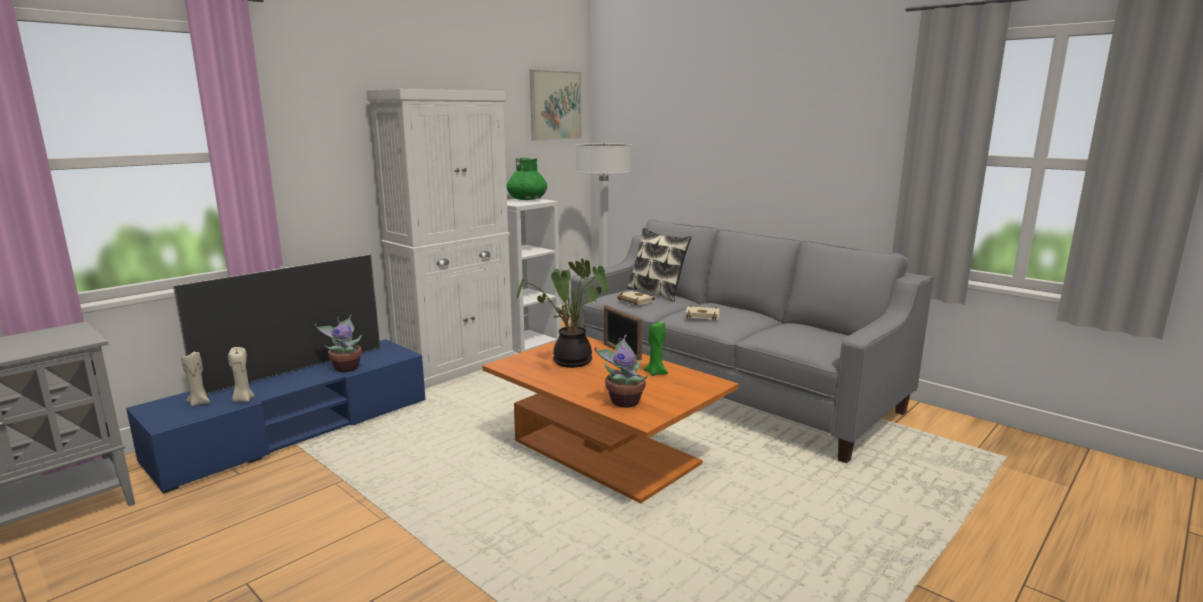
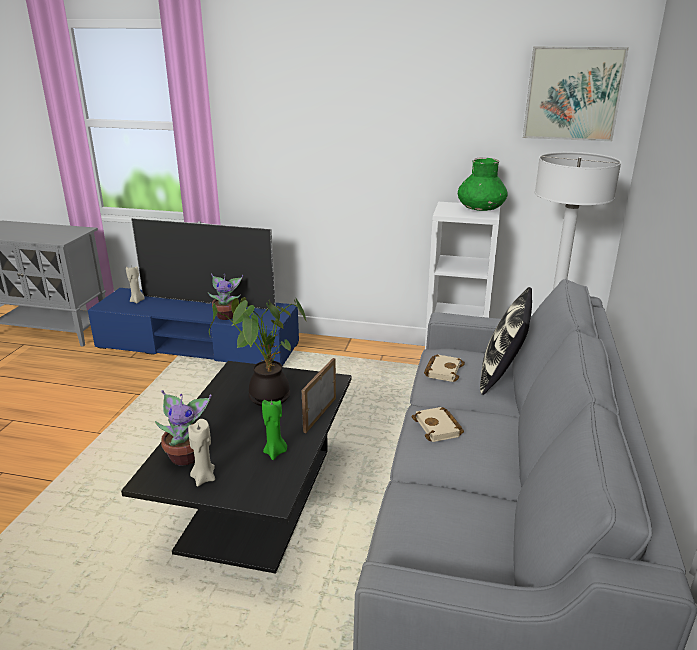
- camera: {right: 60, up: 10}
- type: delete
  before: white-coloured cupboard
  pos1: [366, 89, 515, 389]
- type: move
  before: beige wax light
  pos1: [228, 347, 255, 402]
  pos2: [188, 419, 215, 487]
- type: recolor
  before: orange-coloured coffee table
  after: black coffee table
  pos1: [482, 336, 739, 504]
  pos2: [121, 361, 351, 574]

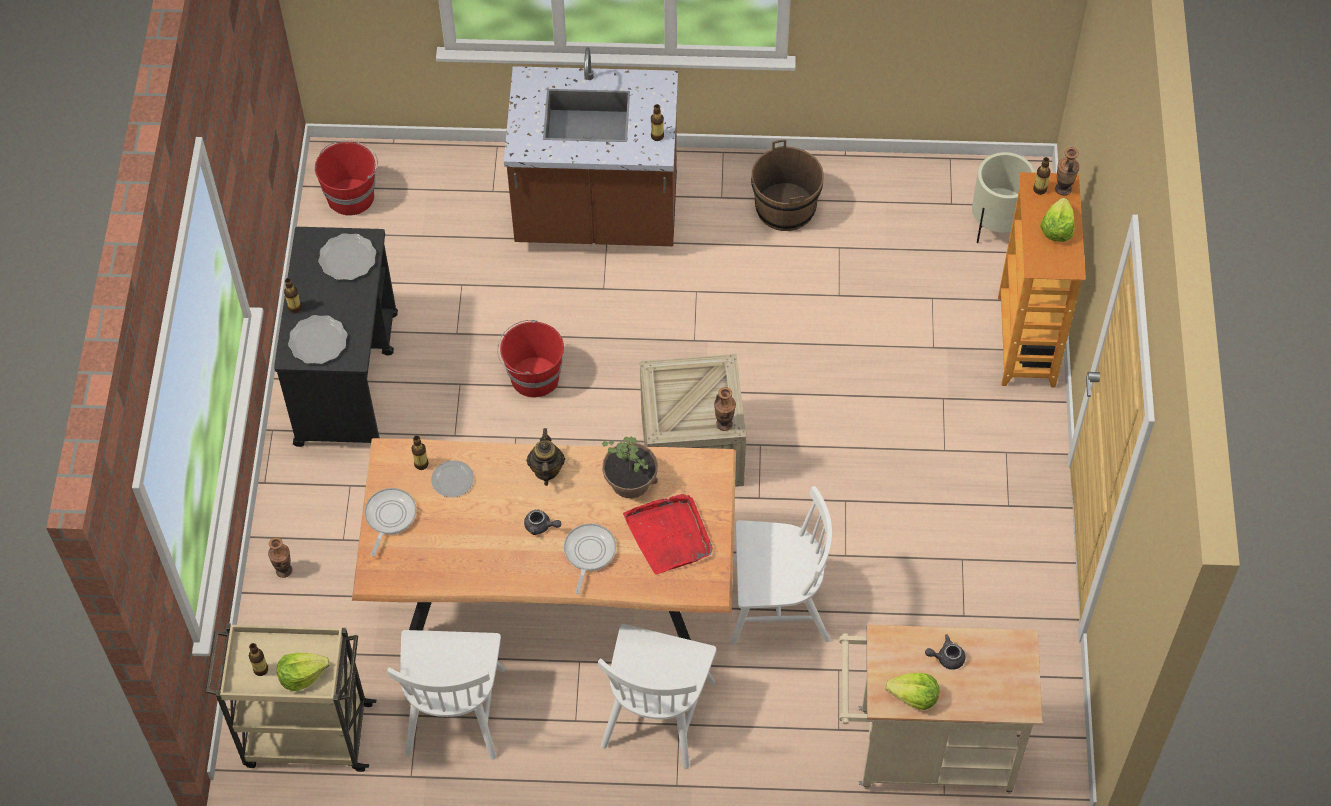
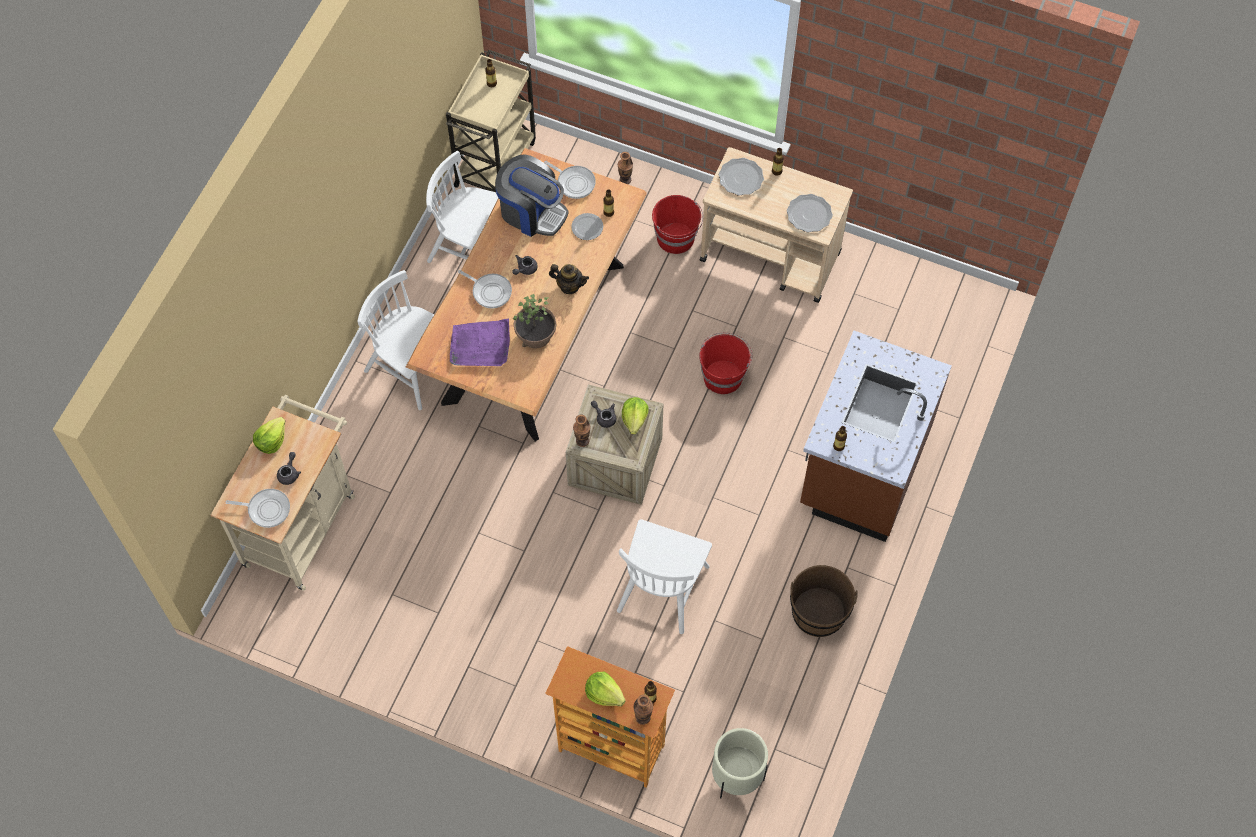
- camera: {right: 110, up: 5}
- type: insert
  after: frying pan
  pos2: [225, 489, 290, 528]
- type: insert
  after: coffee maker
  pos2: [495, 154, 569, 237]
- type: insert
  after: grey pot for tea
  pos2: [591, 401, 616, 428]
- type: move
  before: head of lettuce
  pos1: [277, 653, 330, 691]
  pos2: [622, 397, 649, 434]
- type: move
  before: reddish bucket
  pos1: [315, 140, 378, 216]
  pos2: [652, 195, 703, 254]
- type: move
  before: white-coloured upright chair
  pos1: [731, 486, 832, 645]
  pos2: [617, 519, 712, 634]
- type: recolor
  before: black trolley
  after: beige trolley
  pos1: [274, 227, 398, 447]
  pos2: [700, 147, 853, 303]
- type: recolor
  before: reddish tray
  after: purple-coloured tray
  pos1: [623, 494, 713, 575]
  pos2: [450, 318, 510, 366]

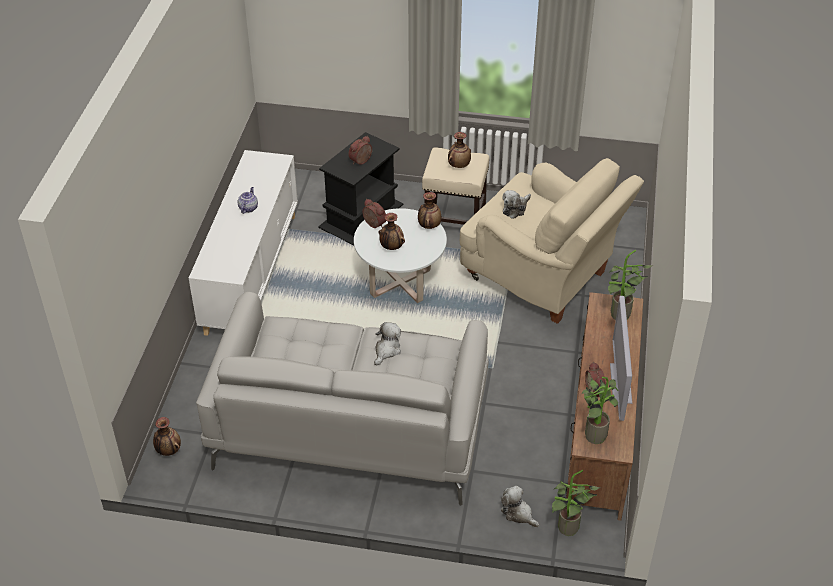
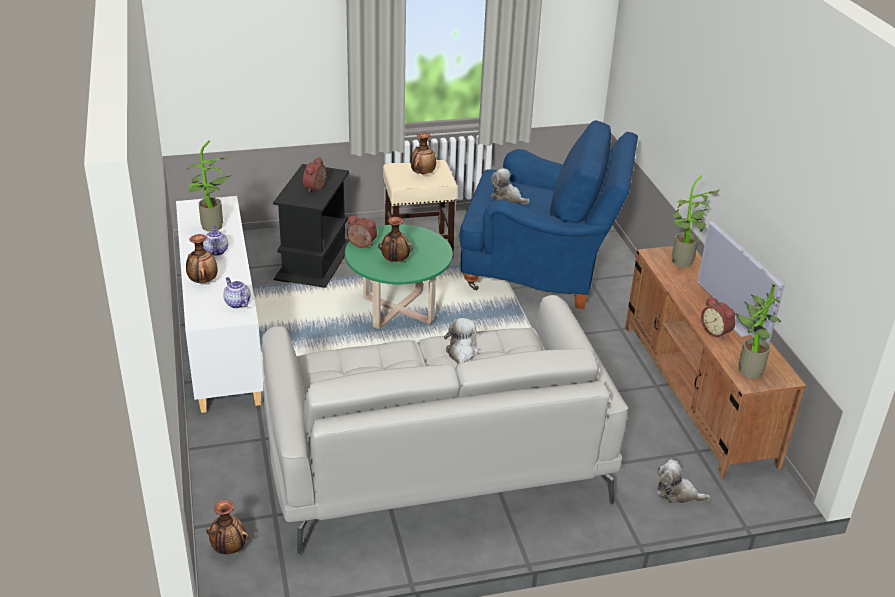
- camera: {right: -25, up: -10}
- type: insert
  after: pot for tea
  pos2: [223, 277, 251, 308]
- type: move
  before: decorative vase
  pos1: [418, 192, 441, 229]
  pos2: [186, 234, 218, 283]
- type: move
  before: plant in a pot
  pos1: [552, 470, 601, 536]
  pos2: [187, 140, 232, 232]
- type: recolor
  before: white-coloured coffee table
  after: green-coloured coffee table
  pos1: [354, 208, 447, 303]
  pos2: [345, 224, 453, 330]
- type: recolor
  before: beige easy chair
  after: bluish easy chair
  pos1: [460, 158, 644, 324]
  pos2: [460, 120, 638, 309]
- type: rotate
  before: plush toy
  pos1: [502, 190, 531, 219]
  pos2: [490, 168, 530, 204]
  turn: 105

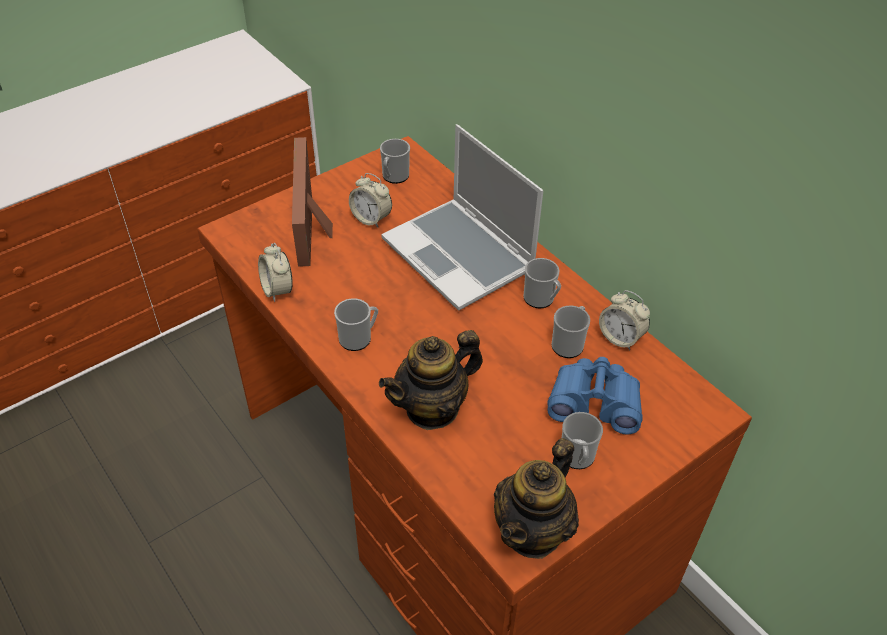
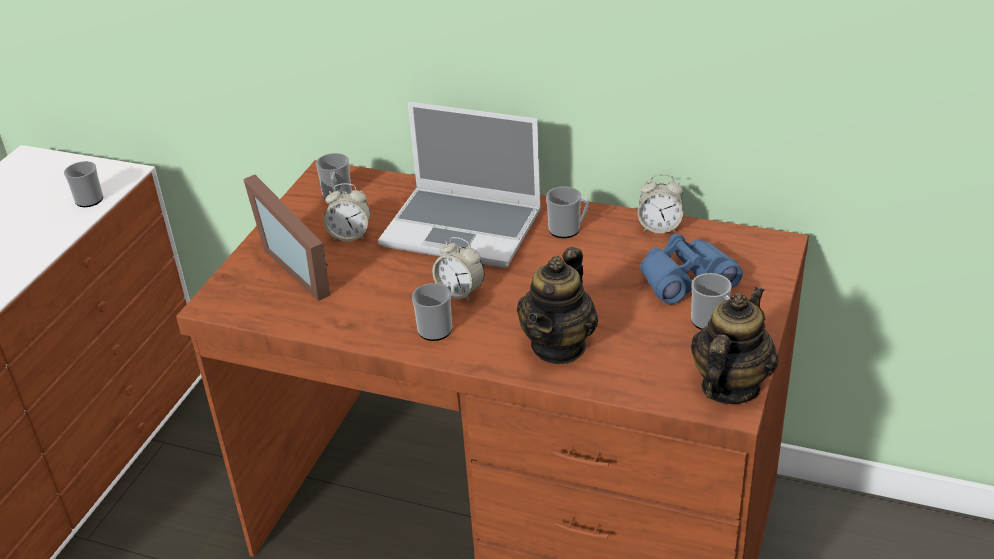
- camera: {right: -30, up: -10}
- type: move
  before: bedside clock
  pos1: [258, 243, 293, 302]
  pos2: [432, 237, 485, 302]
- type: move
  before: mug
  pos1: [552, 306, 590, 358]
  pos2: [64, 161, 103, 207]
- type: rotate
  before: pot for tea
  pos1: [494, 438, 579, 559]
  pos2: [691, 286, 778, 404]
  turn: -150

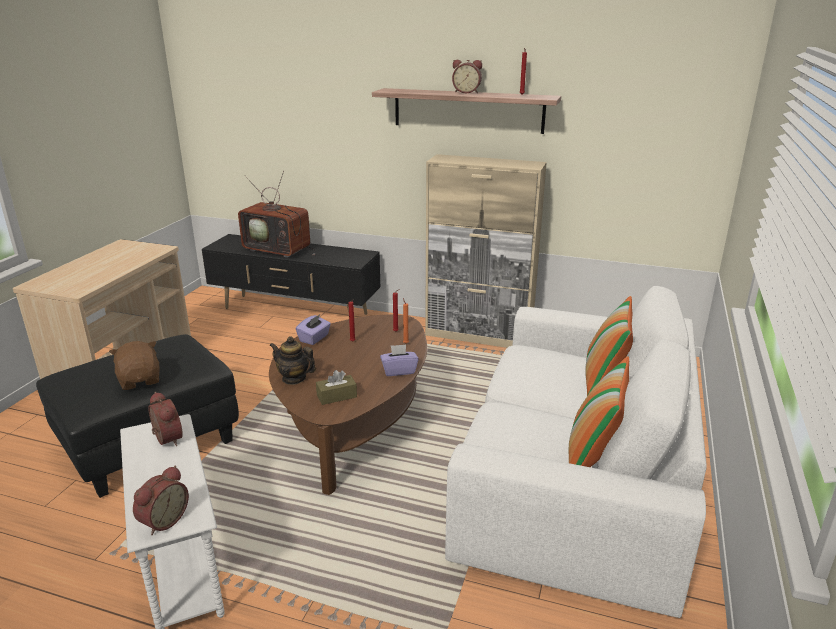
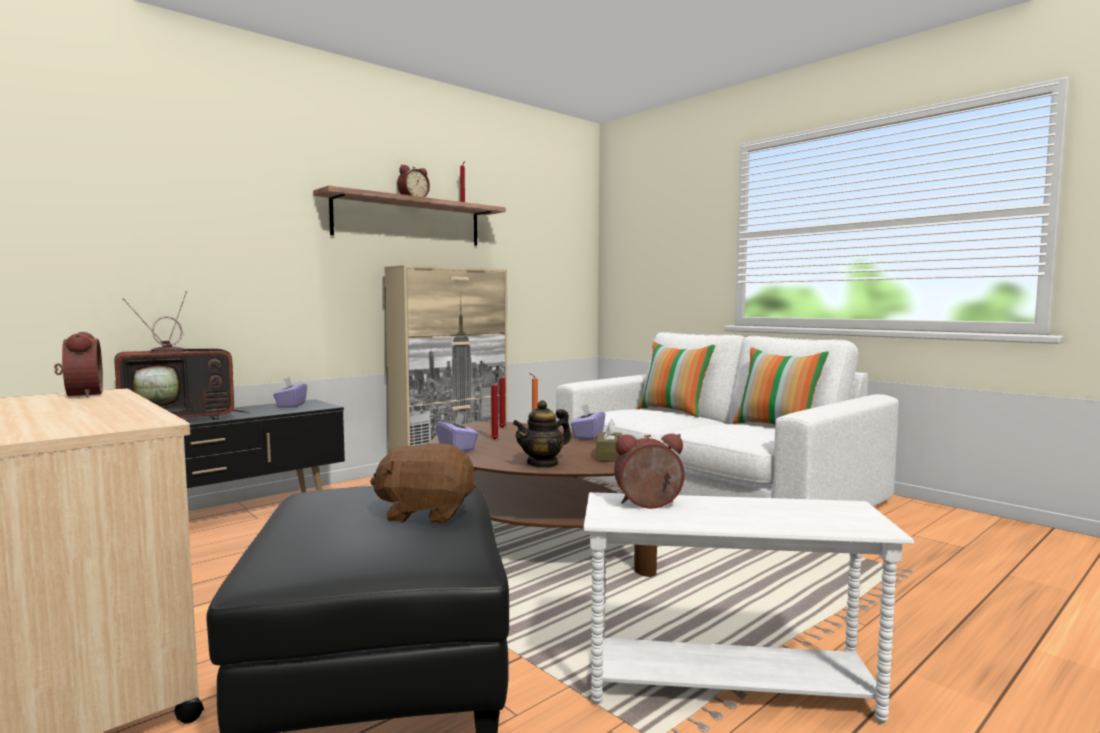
- camera: {right: -60, up: -20}
- type: insert
  after: purple-coloured tissue box
  pos2: [273, 377, 307, 408]
- type: move
  before: bedside clock
  pos1: [133, 466, 189, 535]
  pos2: [54, 332, 103, 398]

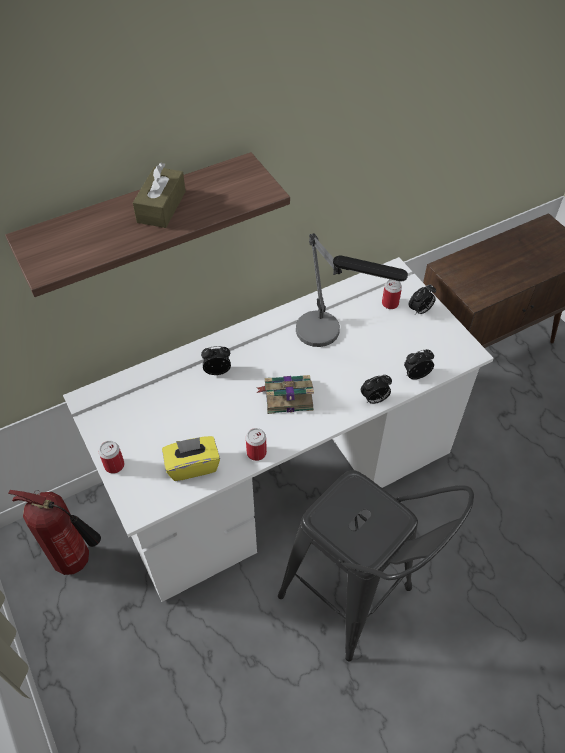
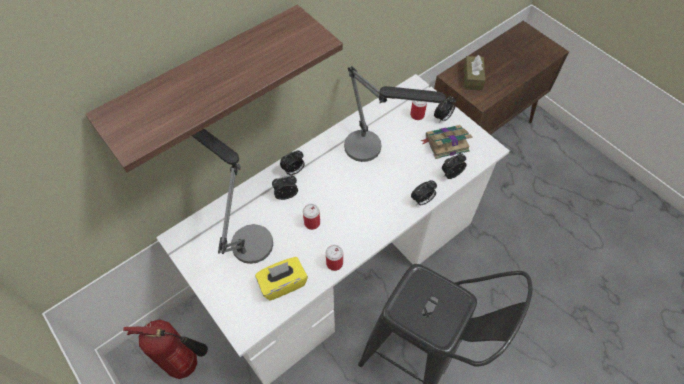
- camera: {right: -10, up: 5}
- type: insert
  after: table lamp
  pos2: [192, 129, 273, 264]
- type: insert
  after: bedside clock
  pos2: [280, 150, 305, 175]
- type: move
  before: metal can
  pos1: [99, 441, 124, 474]
  pos2: [303, 204, 320, 230]
- type: move
  before: brown-coloured tissue box
  pos1: [133, 162, 186, 228]
  pos2: [464, 55, 485, 90]
- type: move
  before: book
  pos1: [256, 375, 314, 414]
  pos2: [421, 125, 472, 159]

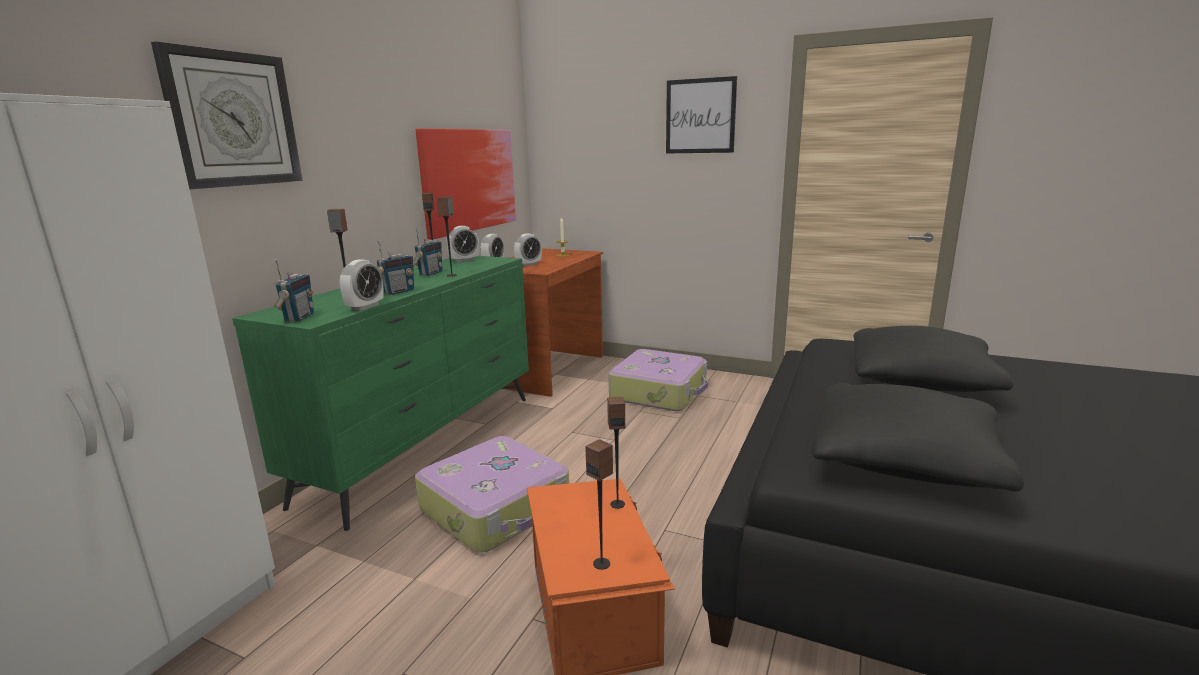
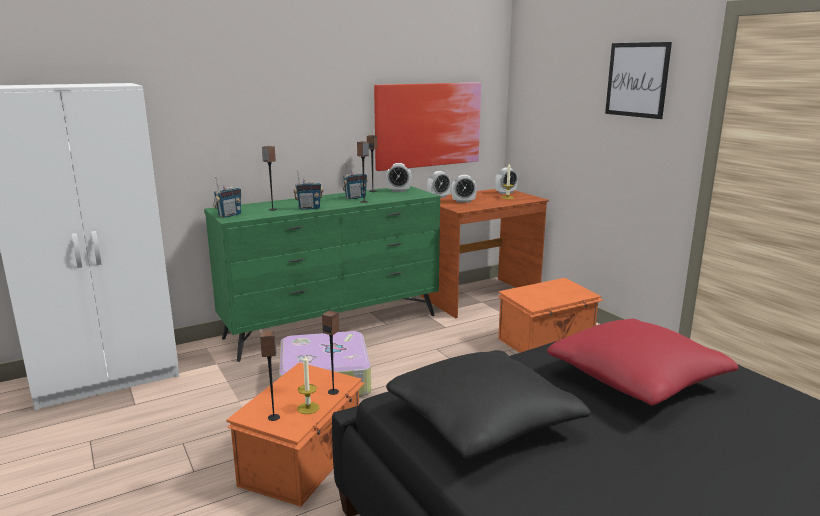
- camera: {right: 35, up: 0}
- type: delete
  before: clock on the wall
  pos1: [151, 41, 303, 189]
- type: insert
  after: wax light
  pos2: [297, 355, 319, 414]
- type: move
  before: bedside clock
  pos1: [340, 259, 384, 311]
  pos2: [495, 167, 518, 194]
- type: replace
  before: suitcase
  after: orange-coloured storage bin
  pos1: [608, 349, 708, 411]
  pos2: [498, 278, 603, 353]
- type: recolor
  before: black throw pillow
  after: reddish throw pillow
  pos1: [854, 326, 1013, 392]
  pos2: [547, 319, 738, 406]

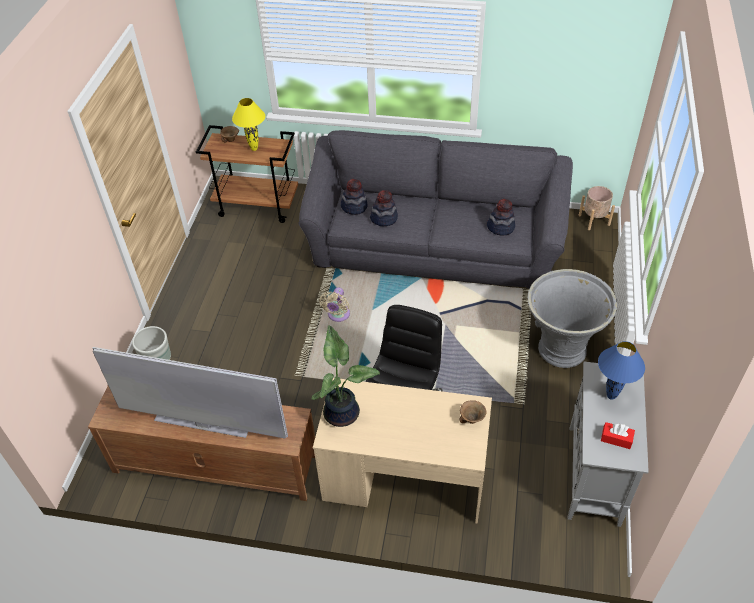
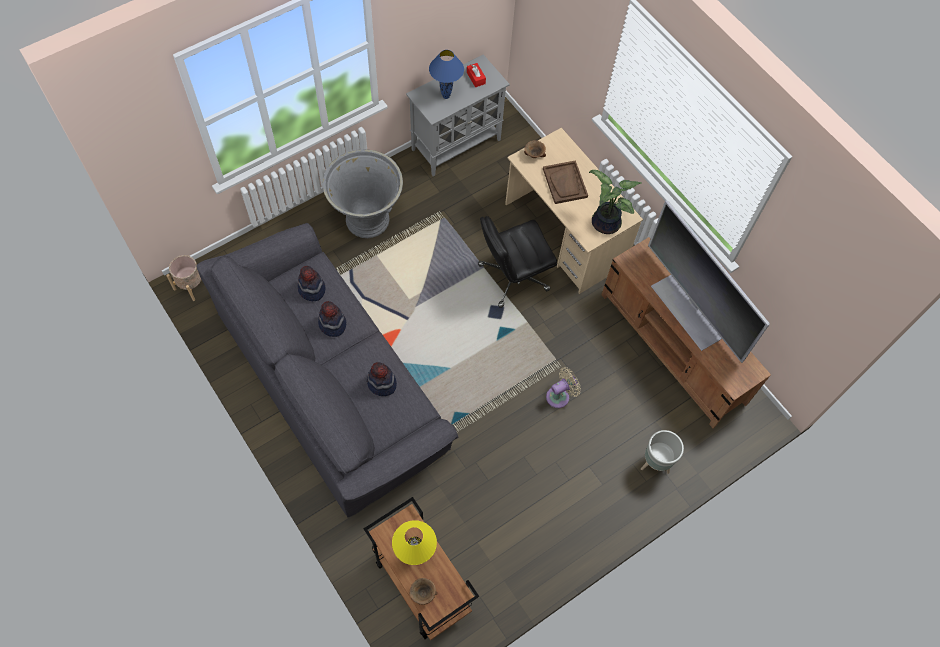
- camera: {right: -140, up: 15}
- type: insert
  after: brown-coloured tray
  pos2: [543, 160, 588, 204]
- type: move
  before: beige cooling fan
  pos1: [319, 287, 350, 322]
  pos2: [546, 367, 581, 408]
- type: move
  before: clothing hat
  pos1: [341, 179, 368, 215]
  pos2: [318, 301, 346, 337]

